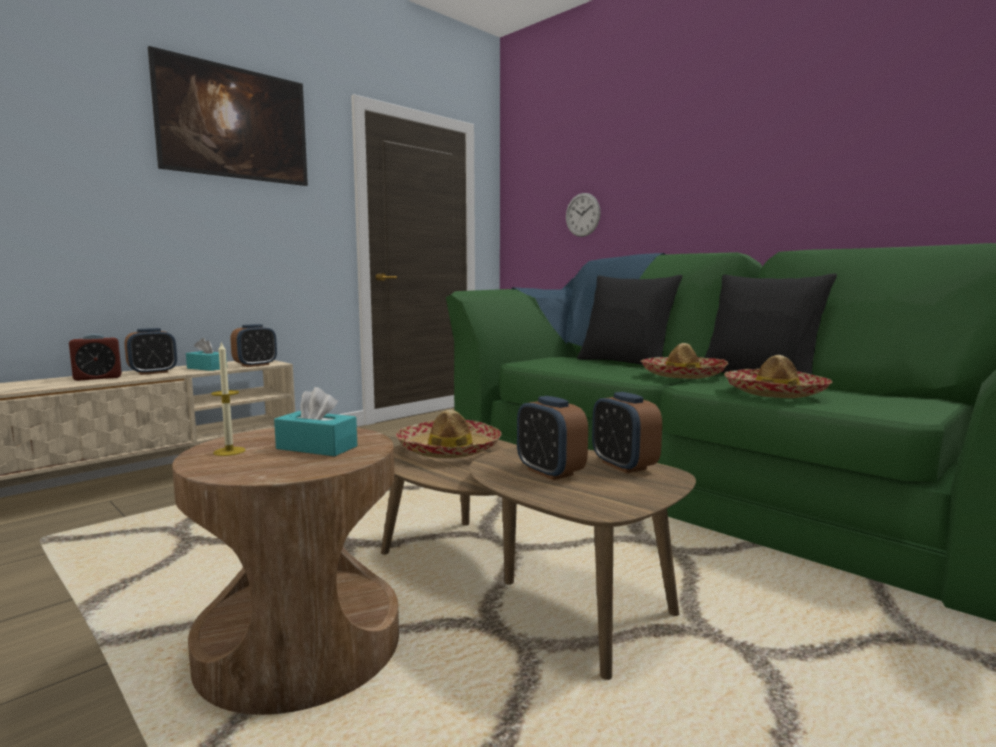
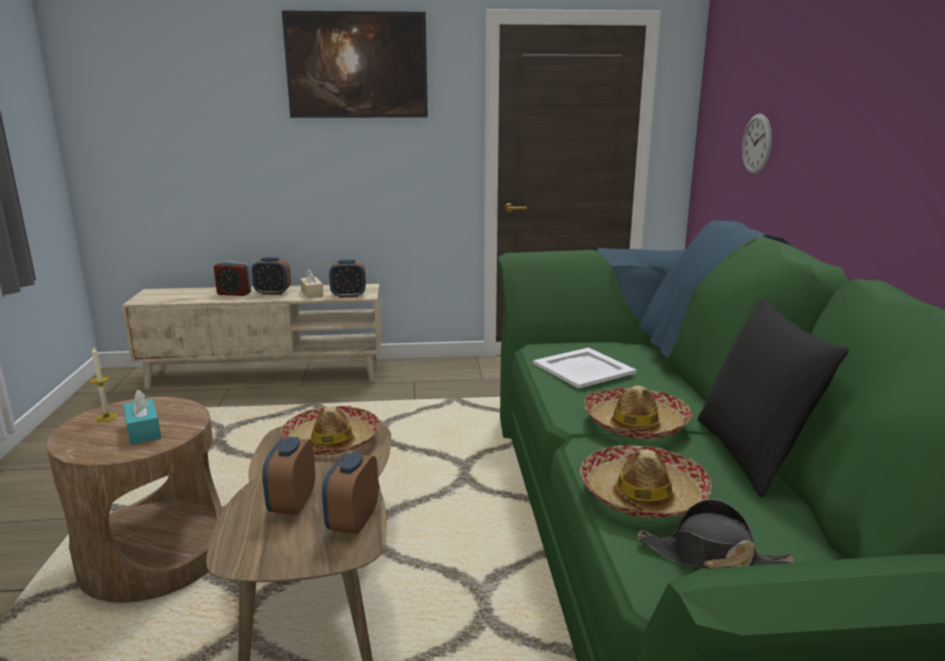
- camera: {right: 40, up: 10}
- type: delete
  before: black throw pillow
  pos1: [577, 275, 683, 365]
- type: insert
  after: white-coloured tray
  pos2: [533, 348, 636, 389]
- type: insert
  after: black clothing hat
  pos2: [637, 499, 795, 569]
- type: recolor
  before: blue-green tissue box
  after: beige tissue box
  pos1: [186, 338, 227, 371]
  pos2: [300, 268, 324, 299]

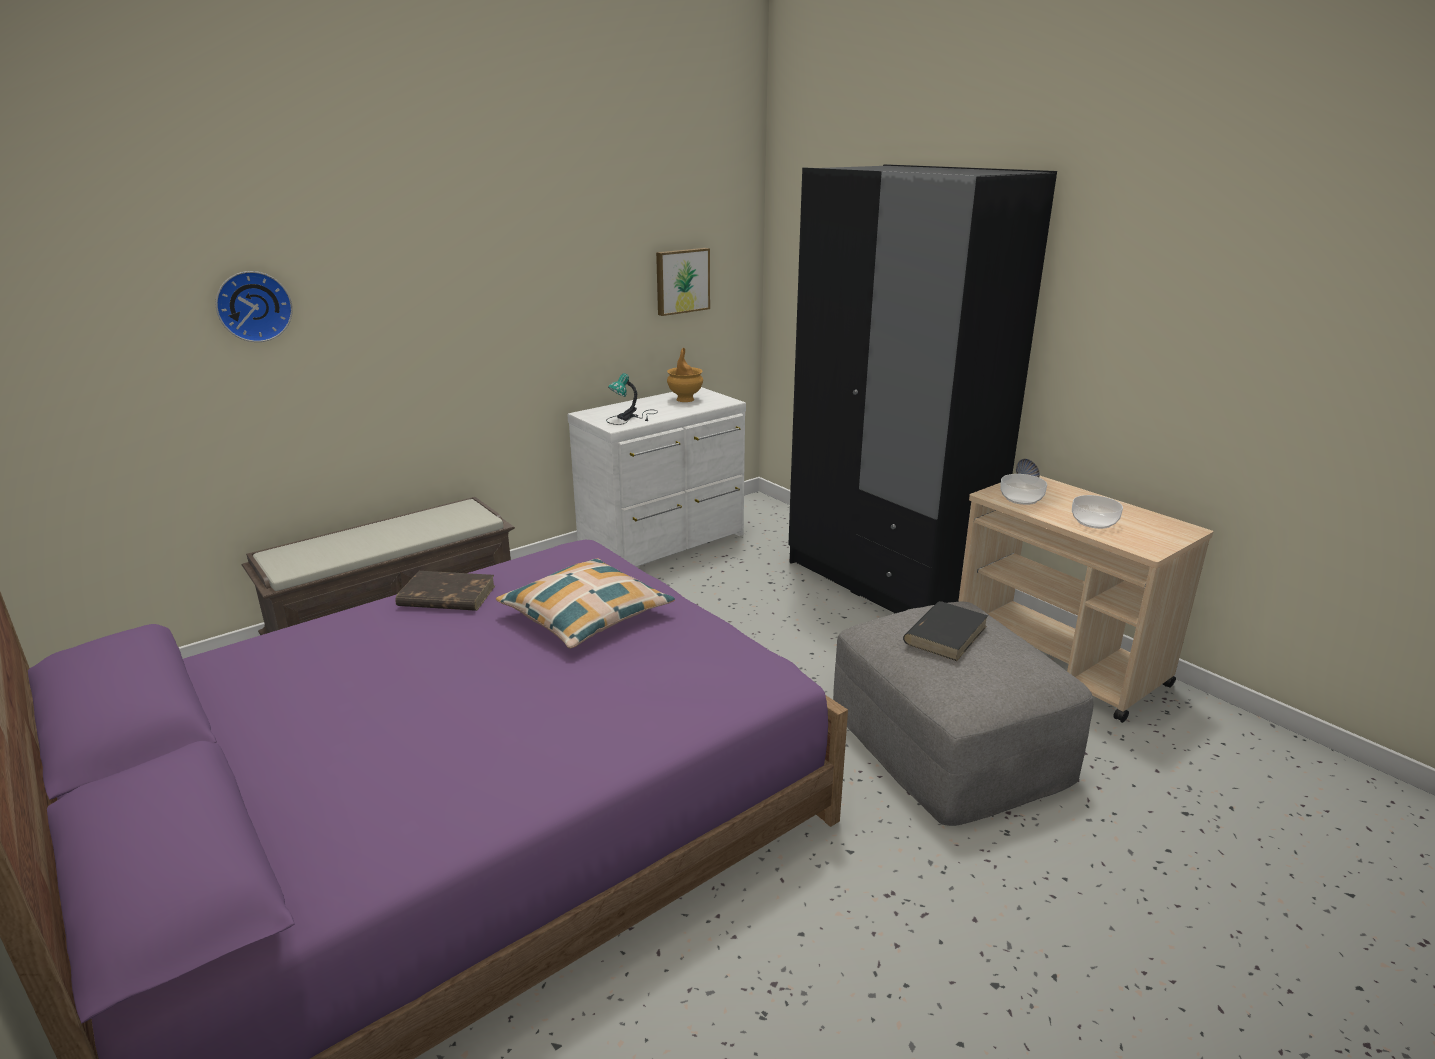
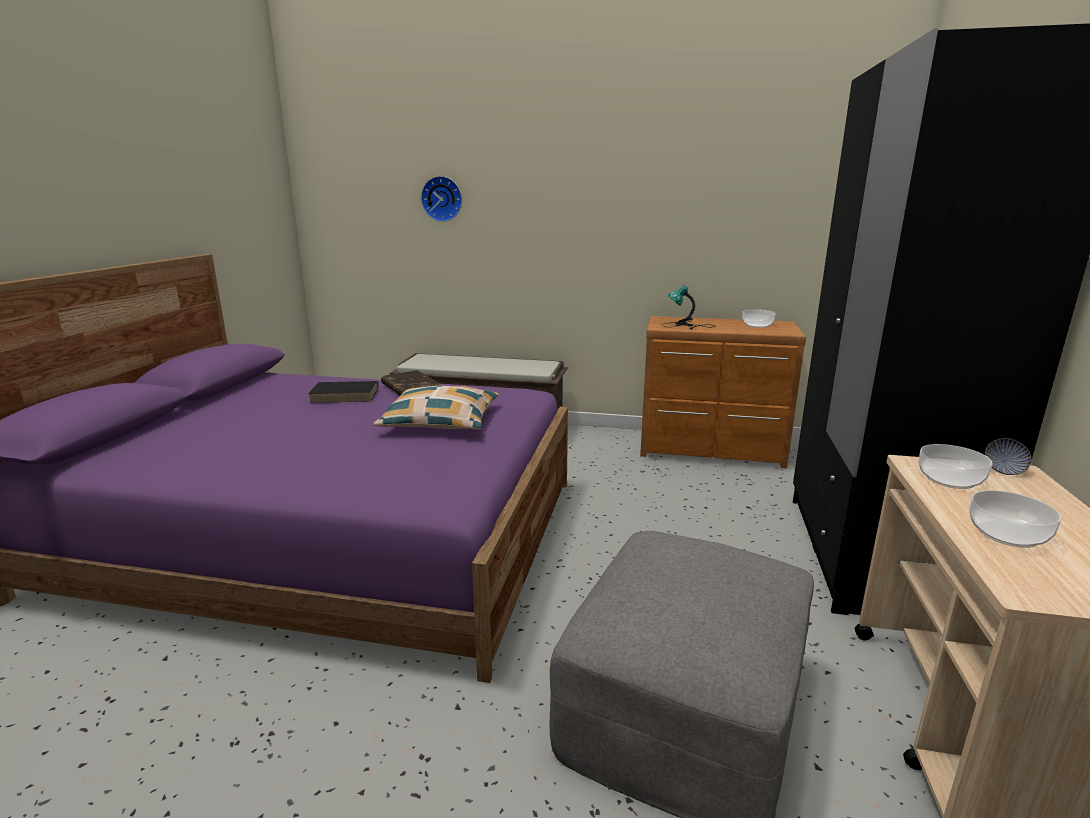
- camera: {right: 50, up: -5}
- type: delete
  before: picture
  pos1: [656, 248, 710, 316]
- type: move
  before: black book
  pos1: [903, 601, 988, 661]
  pos2: [308, 381, 378, 403]
- type: replace
  before: brown-coloured decorative vase
  after: bowl
  pos1: [667, 348, 703, 402]
  pos2: [742, 309, 776, 328]
- type: recolor
  before: white-coloured chest of drawers
  after: brown-coloured chest of drawers
  pos1: [567, 387, 746, 567]
  pos2: [640, 316, 806, 468]

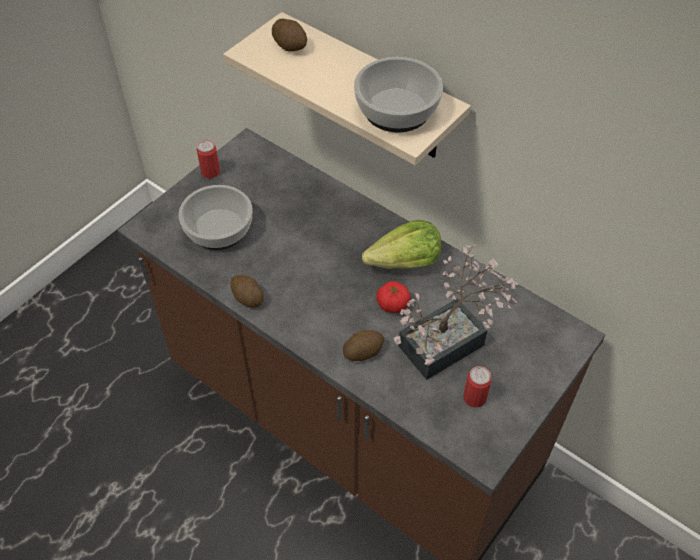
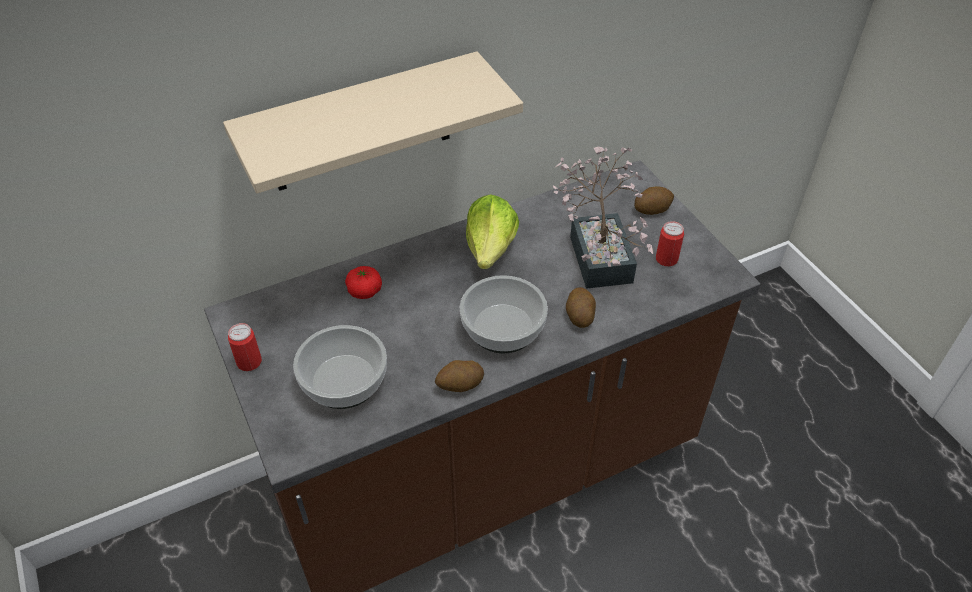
- camera: {right: -65, up: -5}
- type: move
  before: whole potato
  pos1: [272, 19, 307, 52]
  pos2: [634, 187, 674, 215]
- type: move
  before: bowl
  pos1: [354, 57, 443, 133]
  pos2: [460, 275, 548, 353]
- type: move
  before: fresh tomato
  pos1: [376, 281, 411, 313]
  pos2: [345, 266, 382, 299]

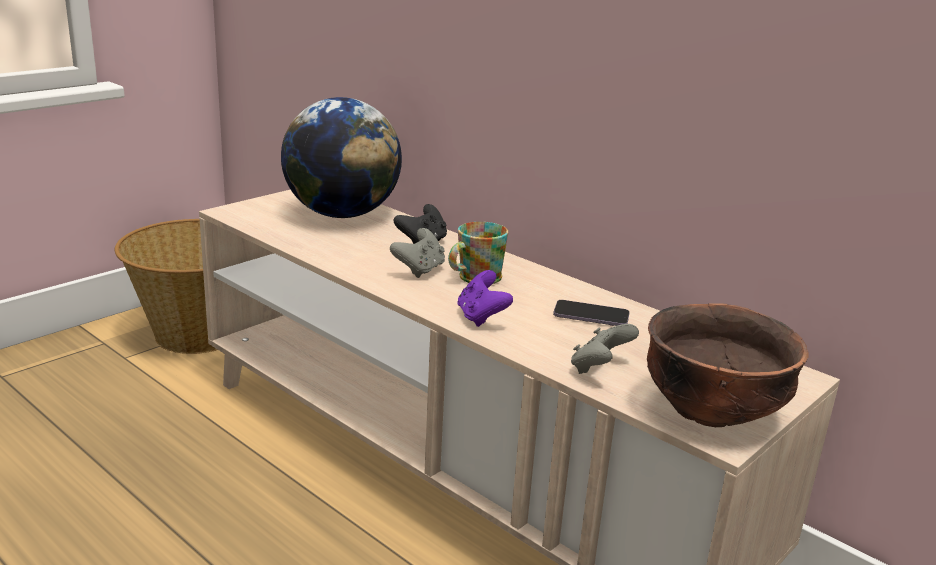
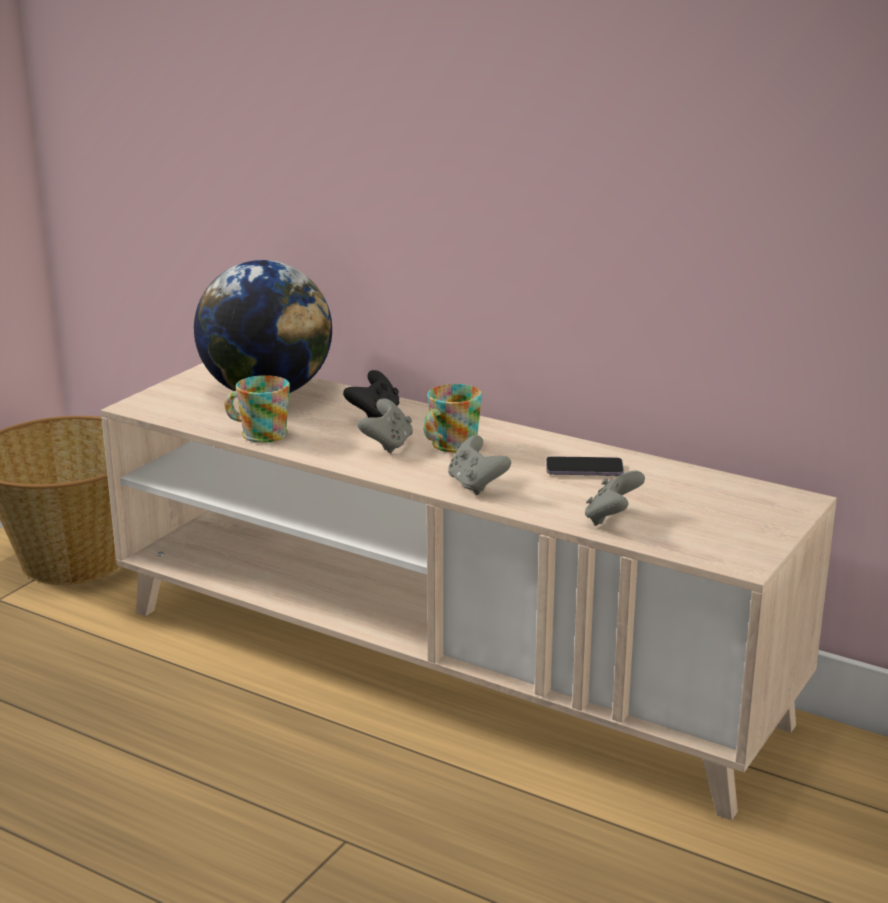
- camera: {right: -10, up: 0}
- type: delete
  before: brown-coloured bowl
  pos1: [647, 303, 808, 427]
- type: insert
  after: mug
  pos2: [224, 375, 290, 443]
- type: recolor
  before: purple-coloured joypad
  after: grey joypad
  pos1: [457, 270, 513, 327]
  pos2: [448, 435, 511, 495]

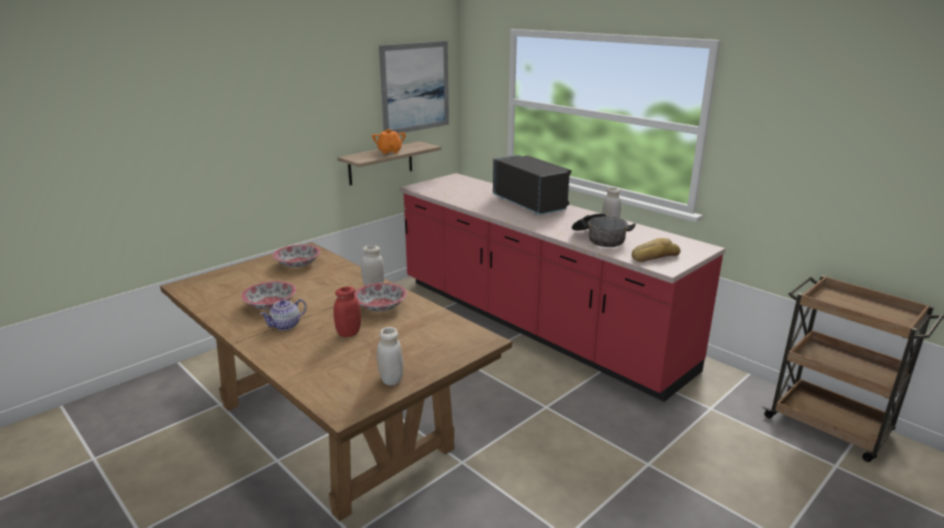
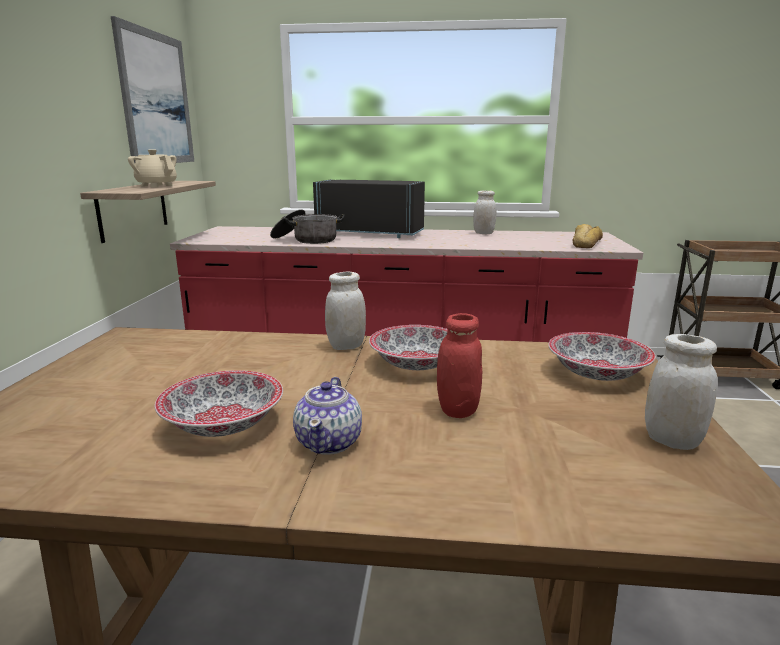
- camera: {right: -40, up: -5}
- type: move
  before: bowl
  pos1: [273, 244, 321, 267]
  pos2: [548, 332, 656, 381]
- type: move
  before: stockpot
  pos1: [572, 214, 636, 247]
  pos2: [270, 209, 345, 244]
- type: recolor
  before: orange-coloured pot for tea
  after: beige pot for tea
  pos1: [372, 129, 406, 154]
  pos2: [128, 149, 177, 187]

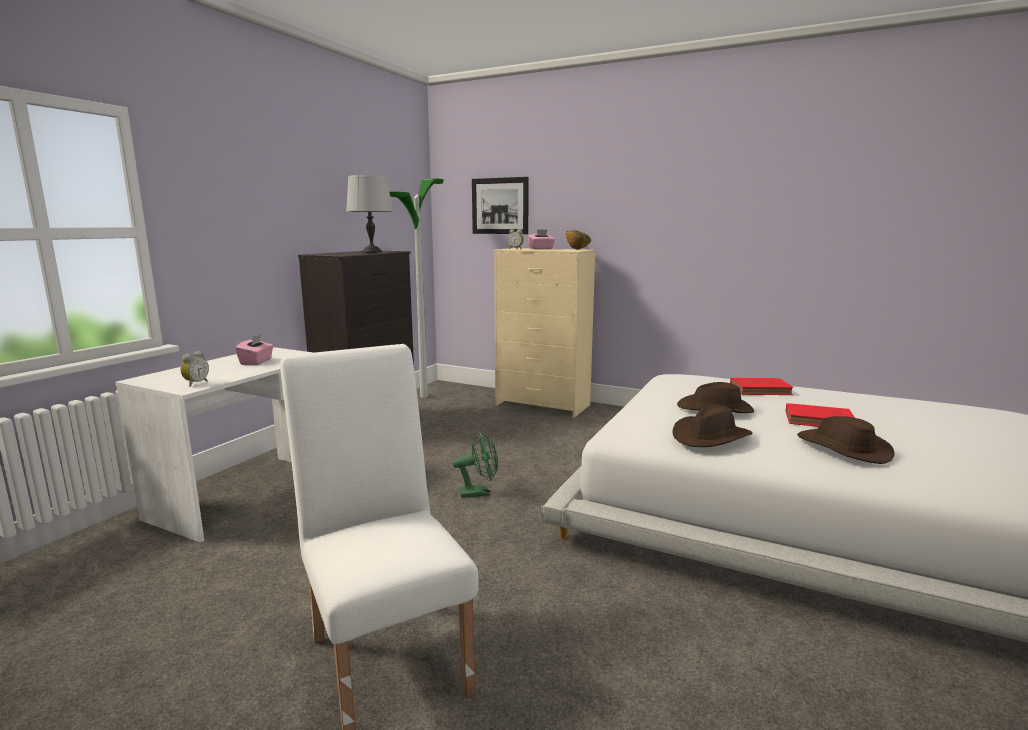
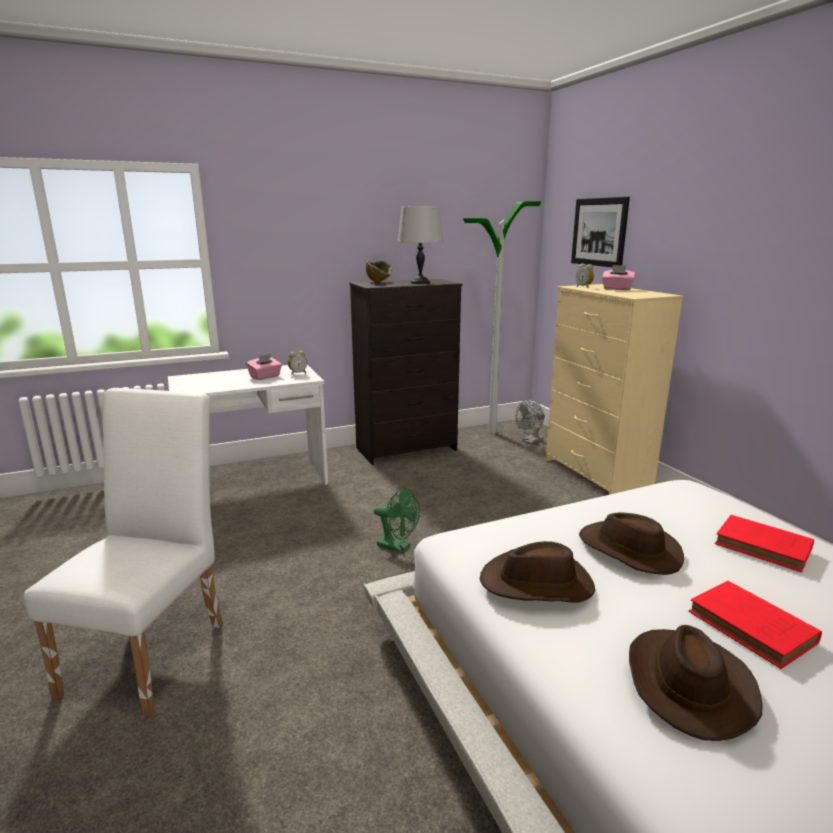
- camera: {right: 40, up: 5}
- type: insert
  after: grey cooling fan
  pos2: [516, 399, 545, 444]
- type: move
  before: bedside clock
  pos1: [180, 351, 209, 387]
  pos2: [288, 351, 307, 375]
- type: move
  before: bowl
  pos1: [566, 230, 591, 250]
  pos2: [366, 260, 392, 282]

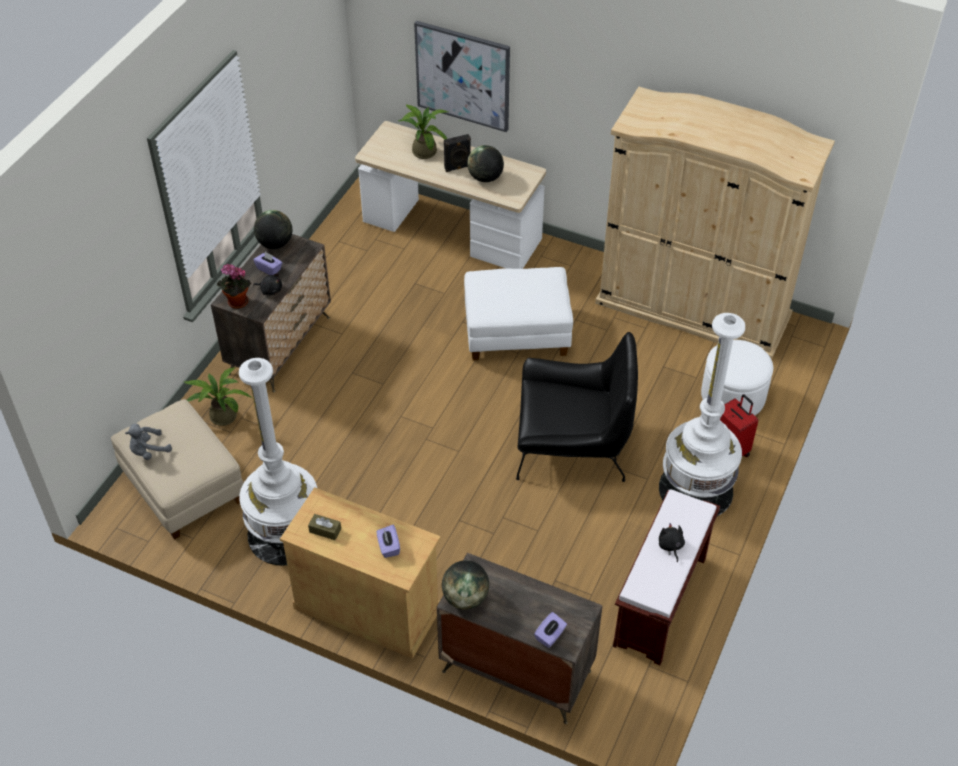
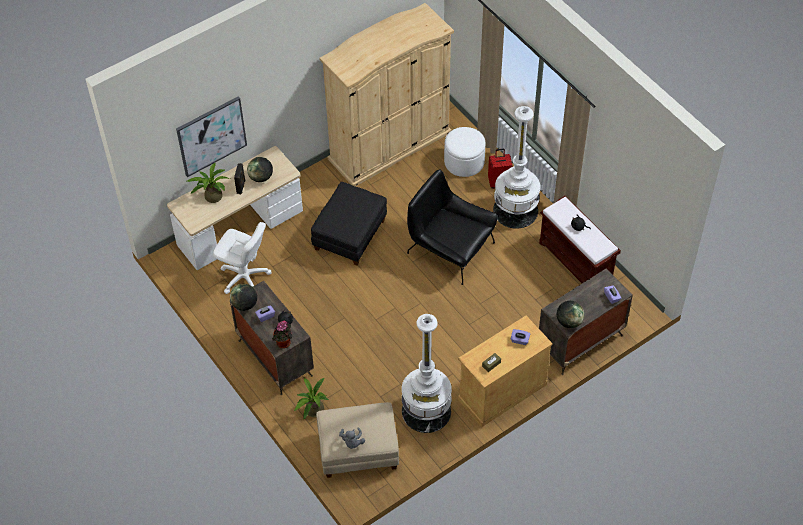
- camera: {right: -60, up: 5}
- type: insert
  after: white-coloured desk chair
  pos2: [213, 222, 272, 294]
- type: recolor
  before: white-coloured pouffe
  after: black pouffe
  pos1: [464, 267, 573, 360]
  pos2: [311, 182, 387, 266]
- type: rotate
  before: black easy chair
  pos1: [516, 332, 638, 482]
  pos2: [407, 169, 497, 285]
  turn: -90

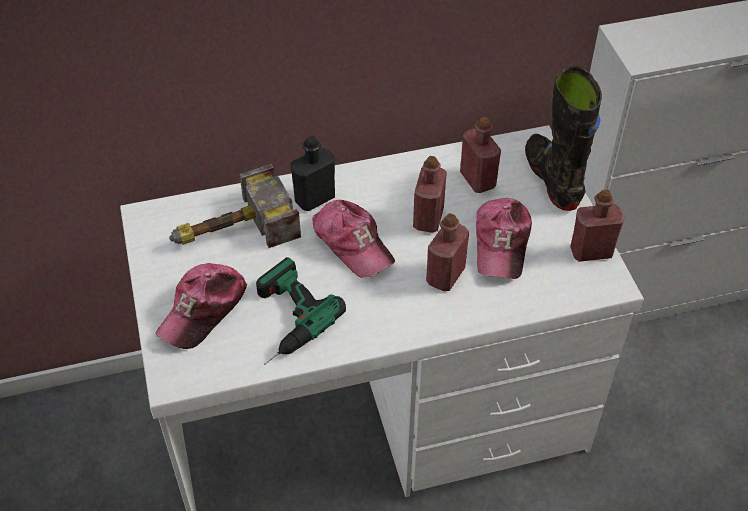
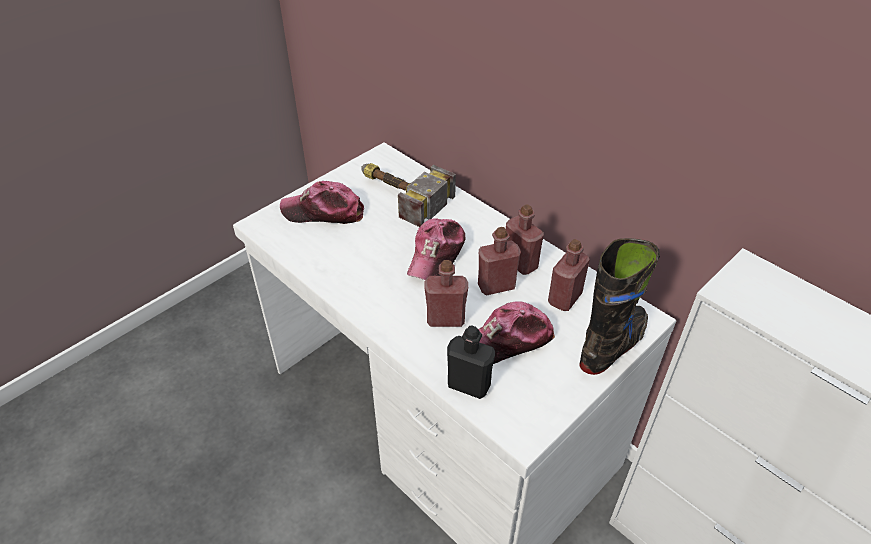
- camera: {right: 60, up: -5}
- type: delete
  before: electric drill
  pos1: [256, 257, 346, 365]
- type: move
  before: black bottle
  pos1: [290, 136, 335, 211]
  pos2: [447, 325, 495, 399]
- type: move
  before: reddish bottle
  pos1: [570, 190, 624, 262]
  pos2: [506, 204, 544, 275]

